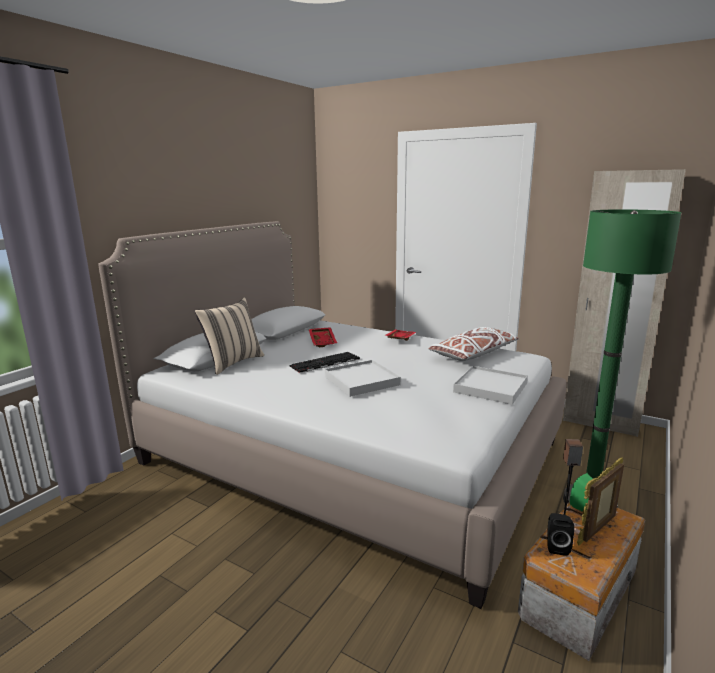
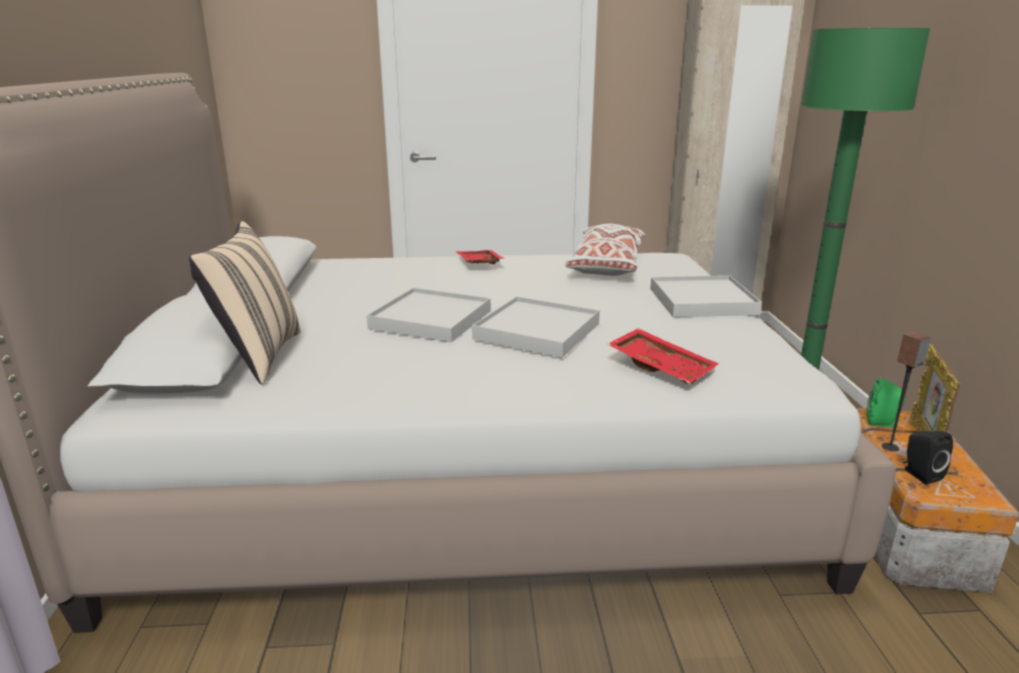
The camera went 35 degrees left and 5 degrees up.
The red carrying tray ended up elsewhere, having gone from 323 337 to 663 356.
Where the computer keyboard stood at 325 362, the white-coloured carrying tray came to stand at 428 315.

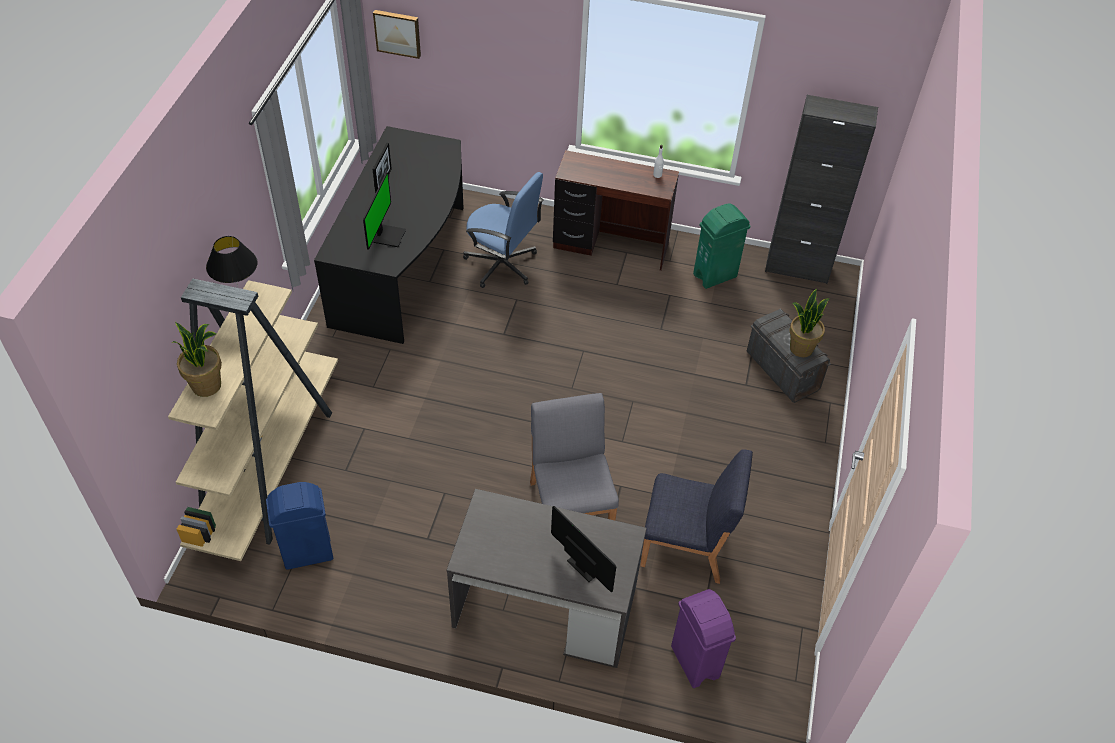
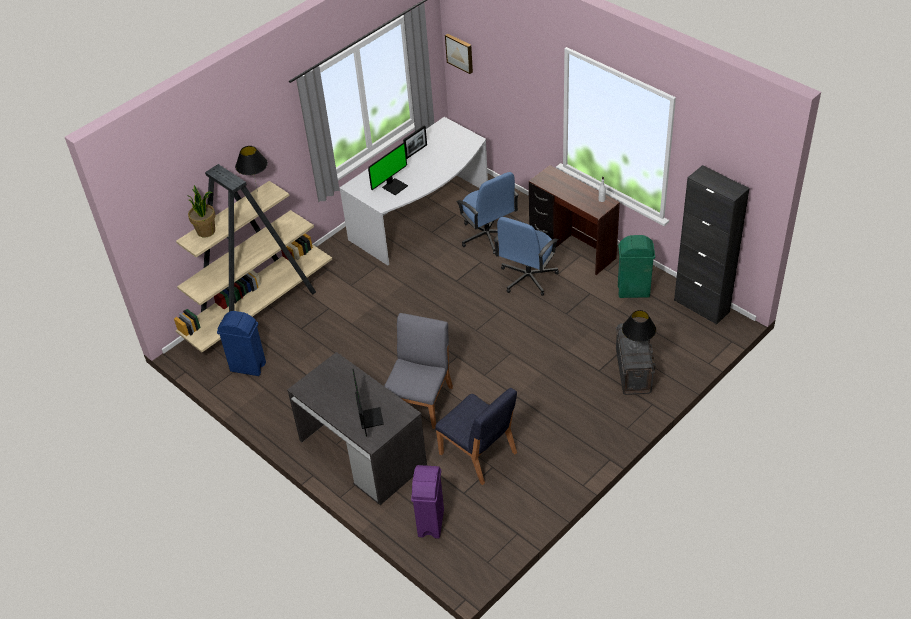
The camera went 35 degrees right and 5 degrees down.
The second view gained the blue-coloured desk chair at 526 256.
Where the houseplant stood at 810 323, the black table lamp came to stand at 639 331.
What was the black desk table at 389 235 turned into the white-coloured desk table at 414 191.

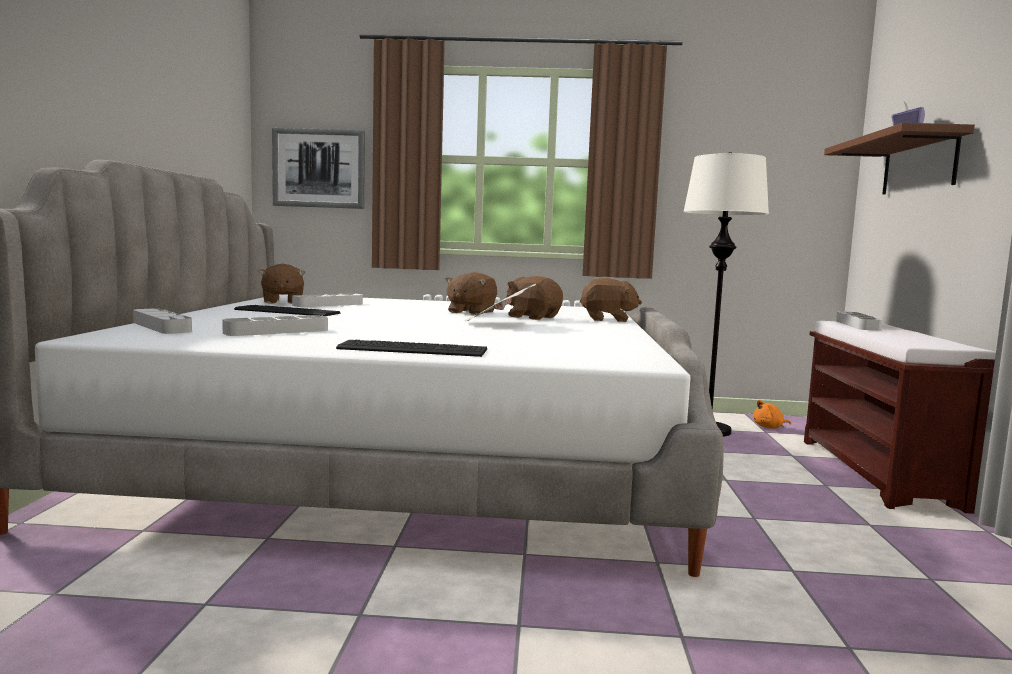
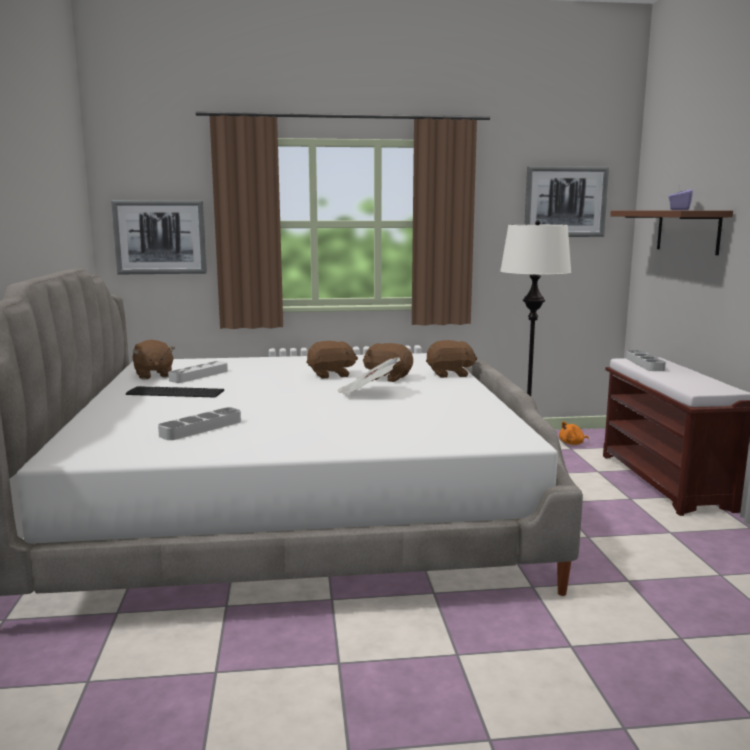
The camera went 10 degrees left and 5 degrees up.
The second view lost the greyish carrying tray at 162 321.
The second view lost the computer keyboard at 411 348.
The second view gained the picture at 566 201.
The brownish soft toy at 471 293 ended up facing another way, 120 degrees counterclockwise from before.

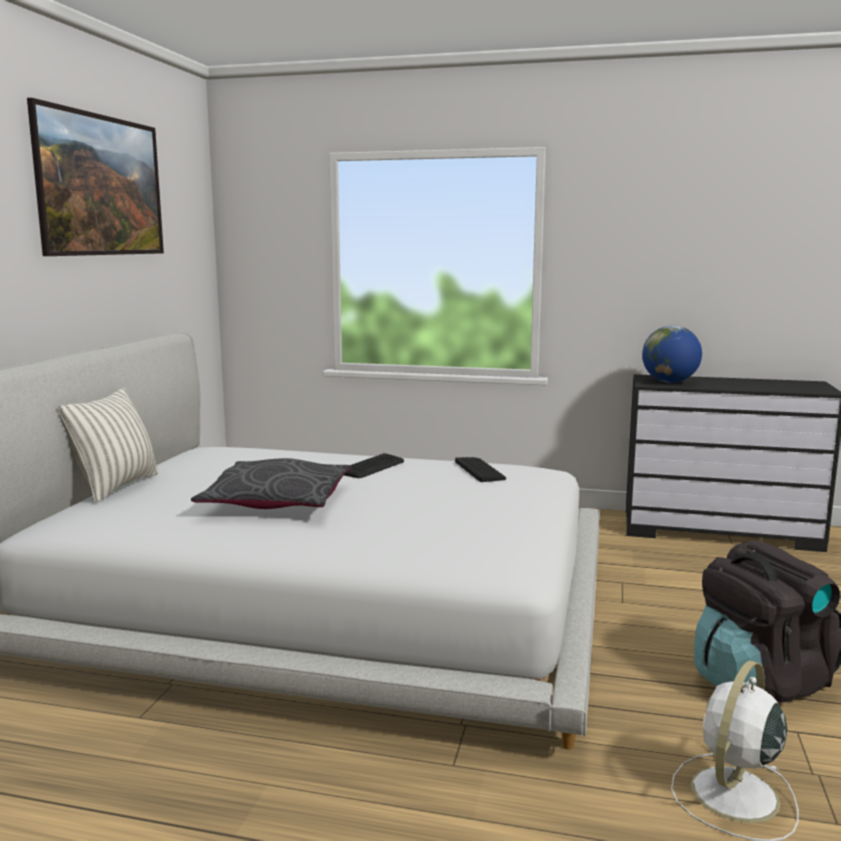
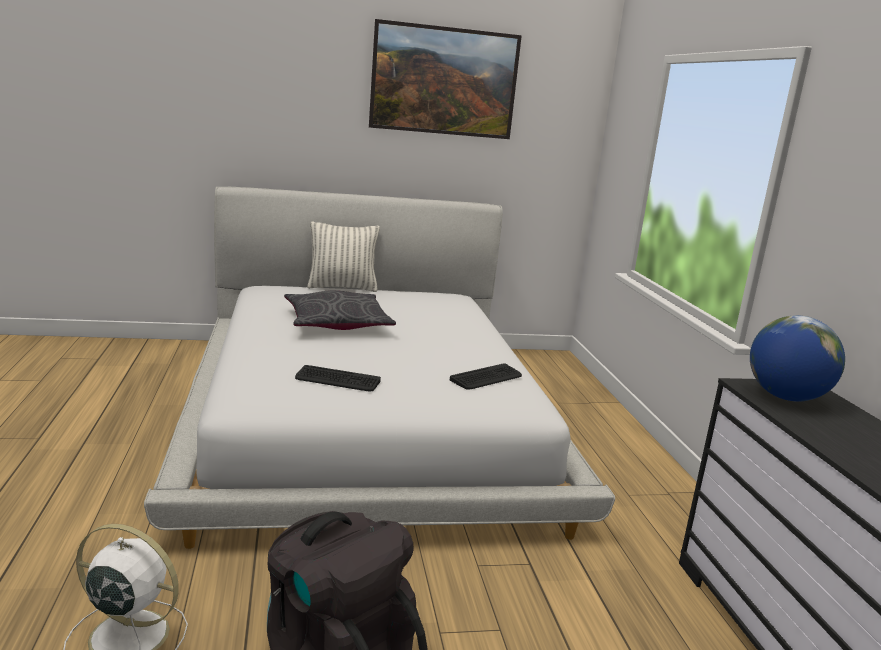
The camera went 65 degrees right and 5 degrees up.
The computer keyboard ended up elsewhere, having gone from 374 465 to 338 378.

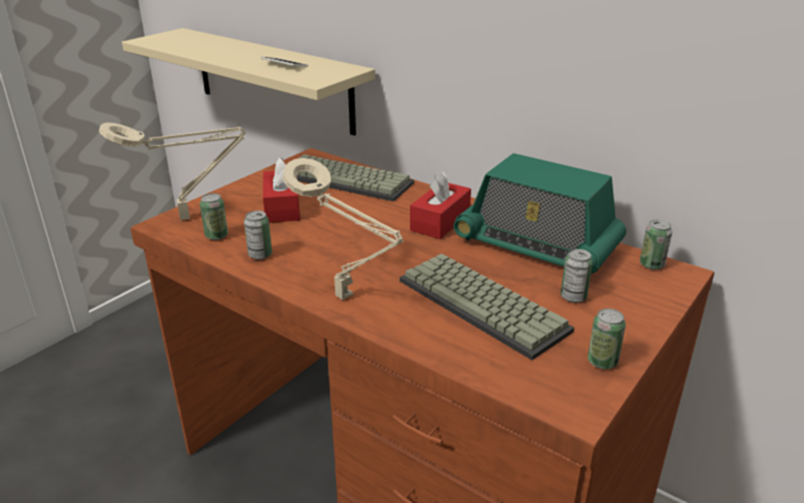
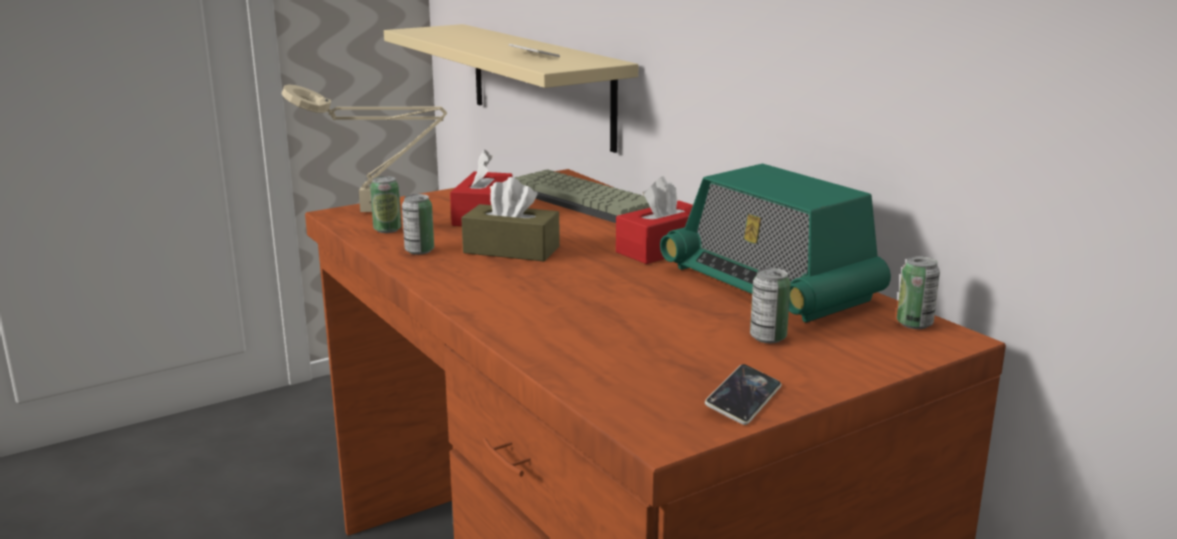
The camera went 20 degrees right and 10 degrees down.
The second view lost the sand-coloured table lamp at 343 229.
The second view lost the computer keyboard at 487 307.
The second view gained the brownish tissue box at 510 219.
Where the metal can stood at 607 338, the telephone came to stand at 743 394.

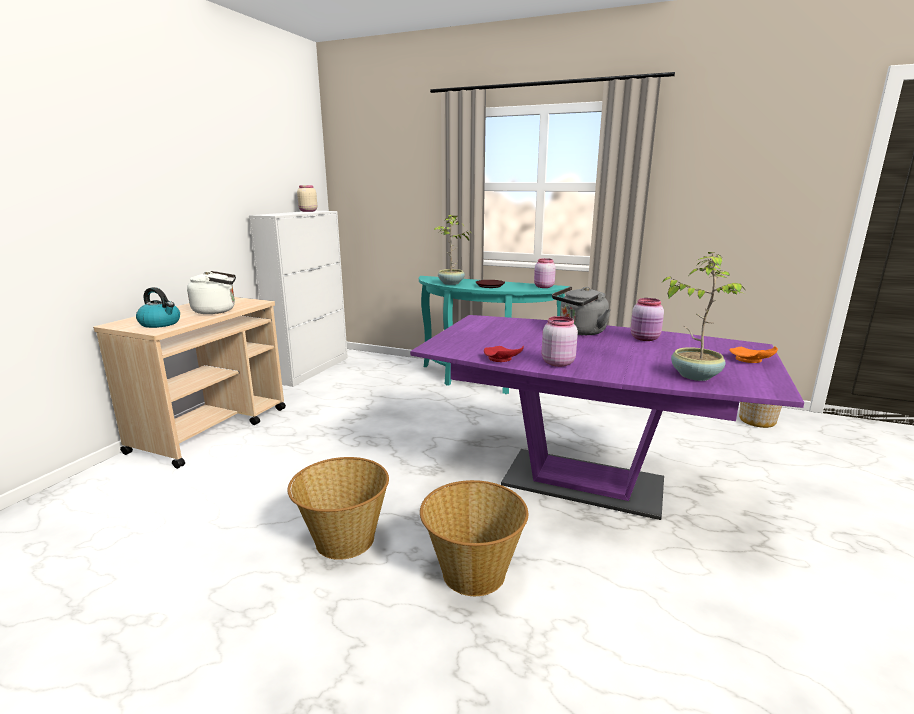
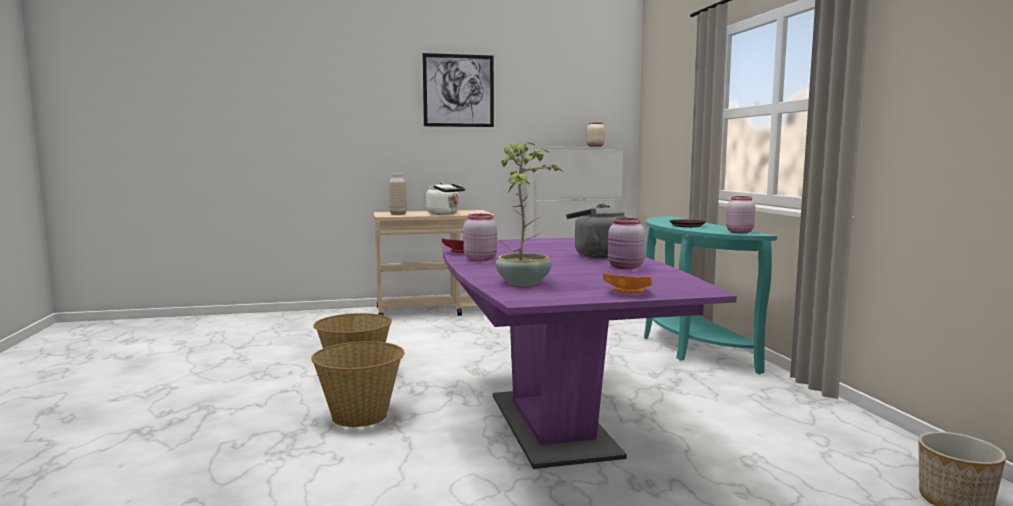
The camera went 55 degrees right and 10 degrees down.
The second view lost the houseplant at 453 249.
The second view gained the picture at 458 90.
Where the tea kettle stood at 158 307, the decorative vase came to stand at 398 194.

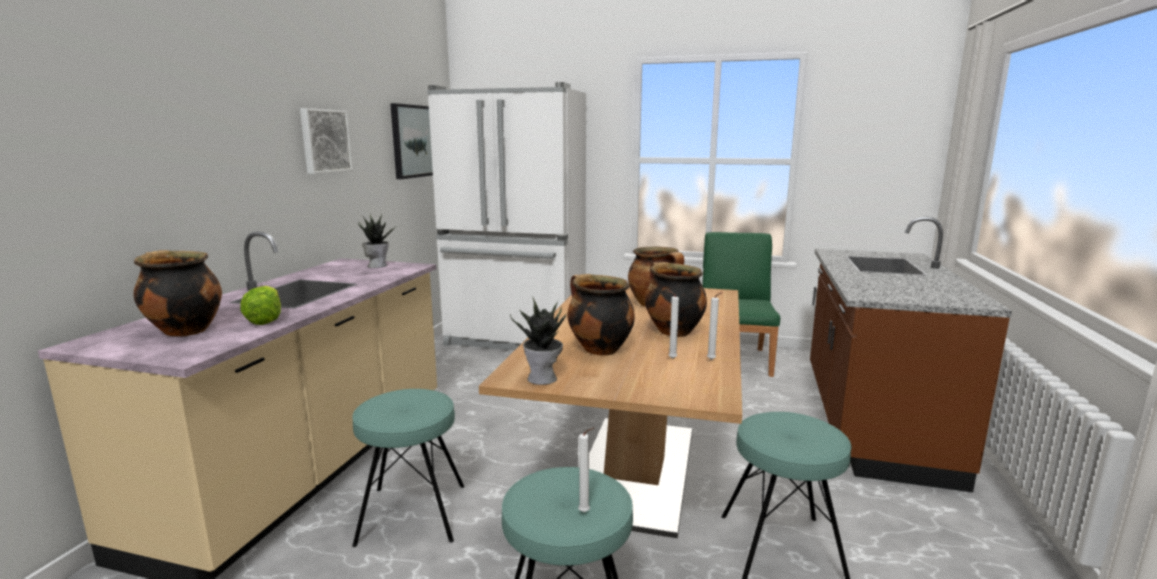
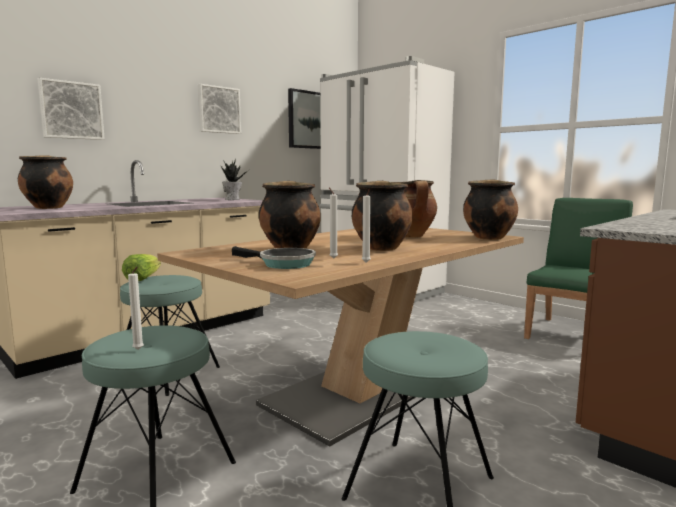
The camera went 30 degrees right and 5 degrees down.
The second view lost the houseplant at 538 340.
The second view gained the picture at 71 109.
The second view gained the frying pan at 274 257.
The second view gained the cooking pot at 490 209.
The head of lettuce ended up elsewhere, having gone from 260 305 to 141 267.

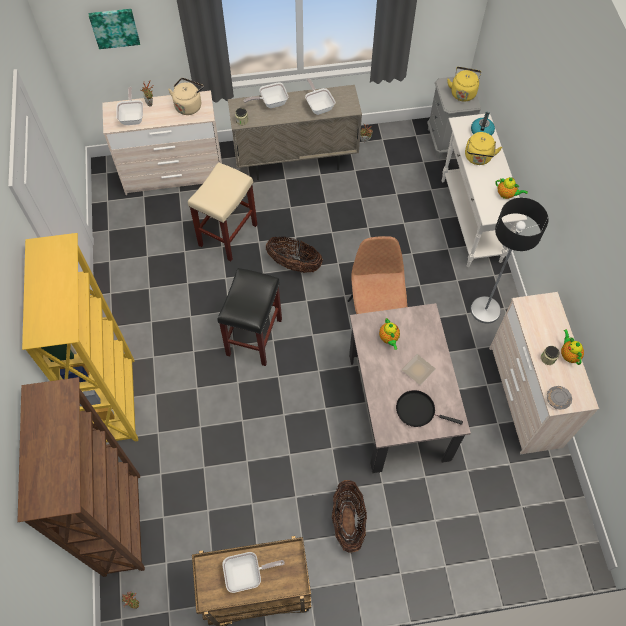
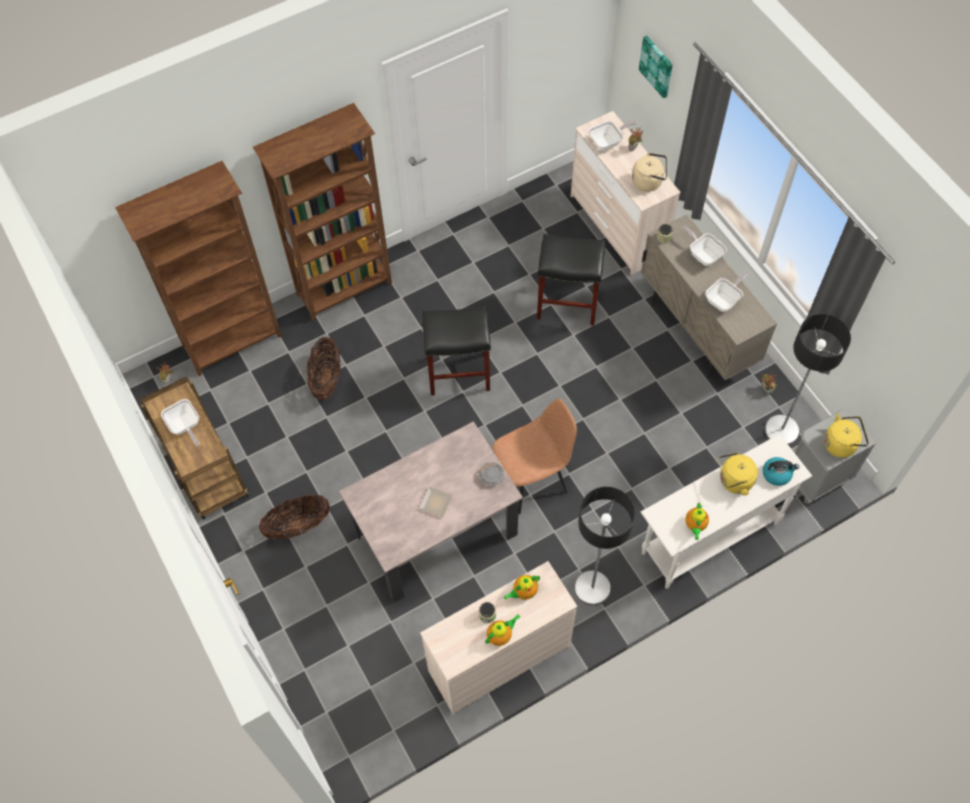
The camera went 70 degrees right and 0 degrees up.
The second view lost the black frying pan at 429 408.
The second view gained the standing lamp at 808 379.
The basket ended up elsewhere, having gone from 294 255 to 323 368.
The teapot ended up elsewhere, having gone from 389 334 to 522 587.
The greyish flat dish ended up elsewhere, having gone from 559 397 to 491 474.
What was the yellow-coloured bookcase at 80 337 turned into the brownish bookcase at 322 212.
What was the sand-coloured sitting stool at 222 211 turned into the black sitting stool at 571 280.

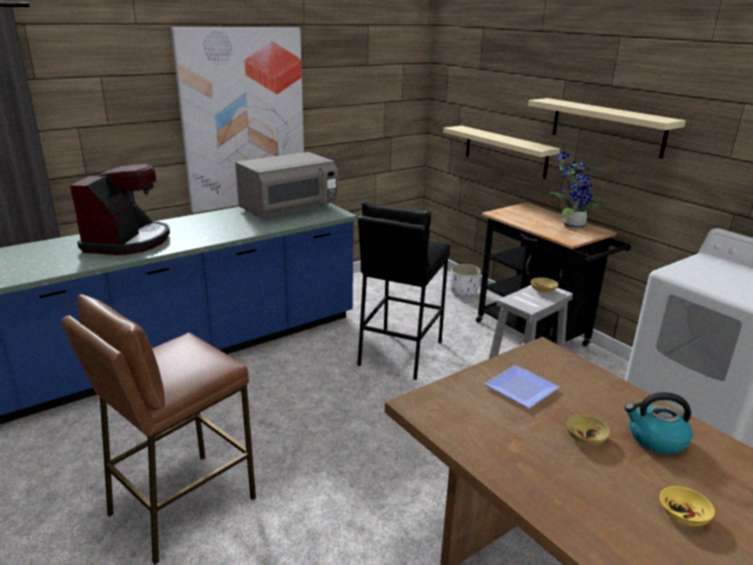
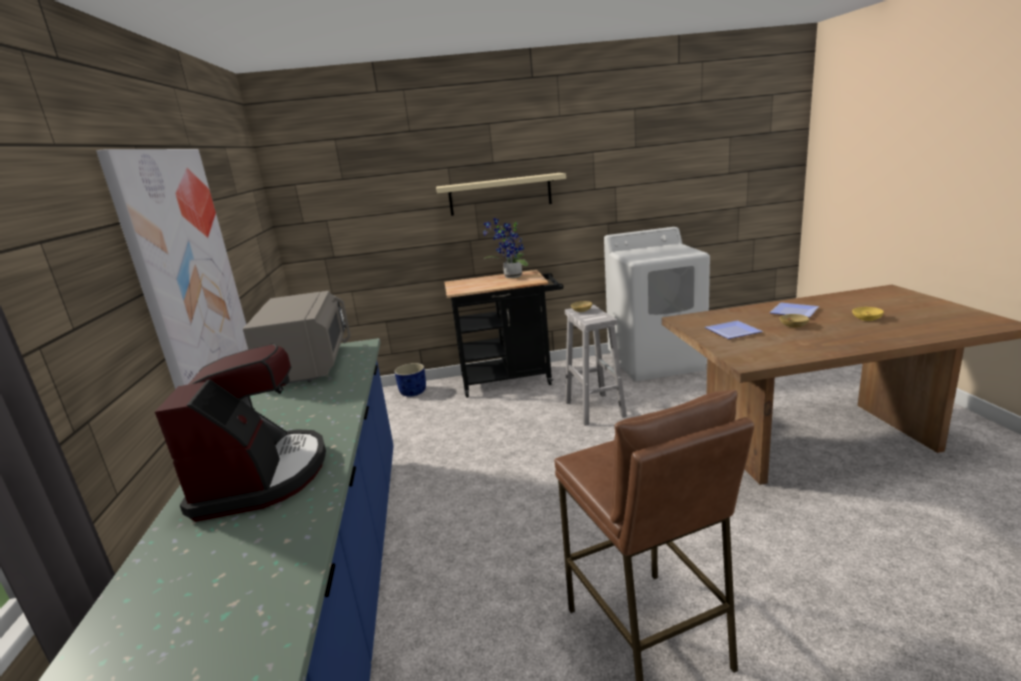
The camera went 60 degrees left and 5 degrees down.
The second view lost the black sitting stool at 403 291.
The second view lost the sand-coloured bracket shelf at 501 152.
Where the tea kettle stood at 659 423, the flat dish came to stand at 794 310.
What was the white-coloured flower pot at 465 280 turned into the blue-coloured flower pot at 410 380.
The coffee maker at 120 209 ended up facing another way, 45 degrees clockwise from before.

